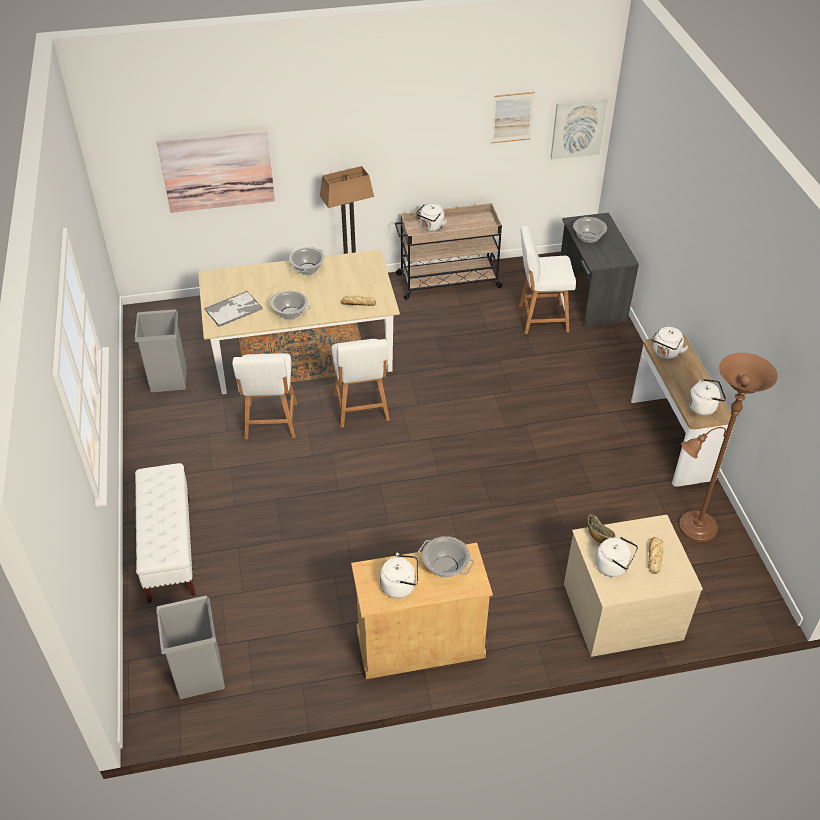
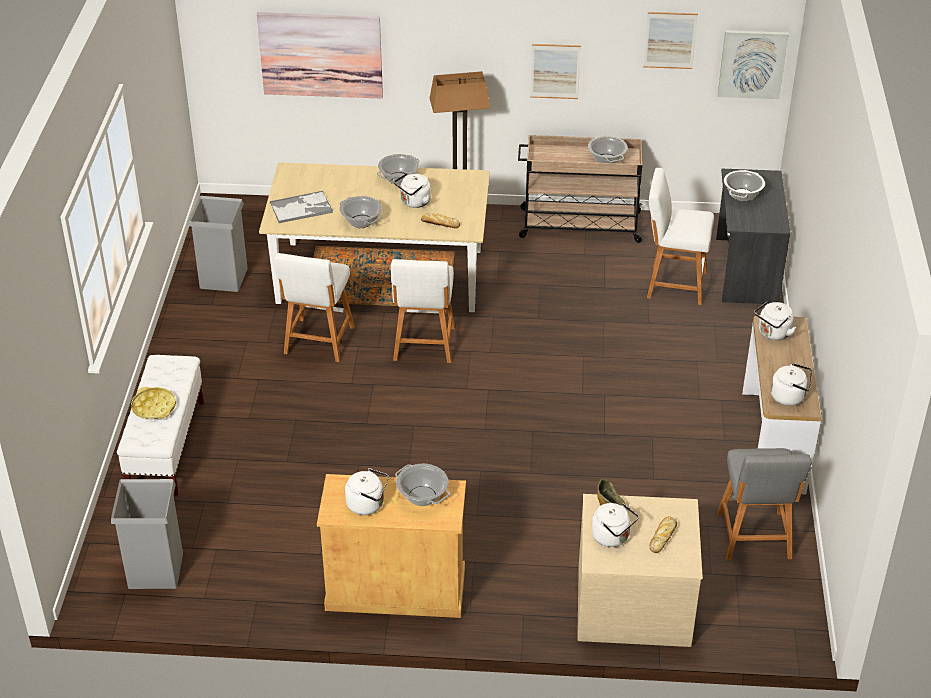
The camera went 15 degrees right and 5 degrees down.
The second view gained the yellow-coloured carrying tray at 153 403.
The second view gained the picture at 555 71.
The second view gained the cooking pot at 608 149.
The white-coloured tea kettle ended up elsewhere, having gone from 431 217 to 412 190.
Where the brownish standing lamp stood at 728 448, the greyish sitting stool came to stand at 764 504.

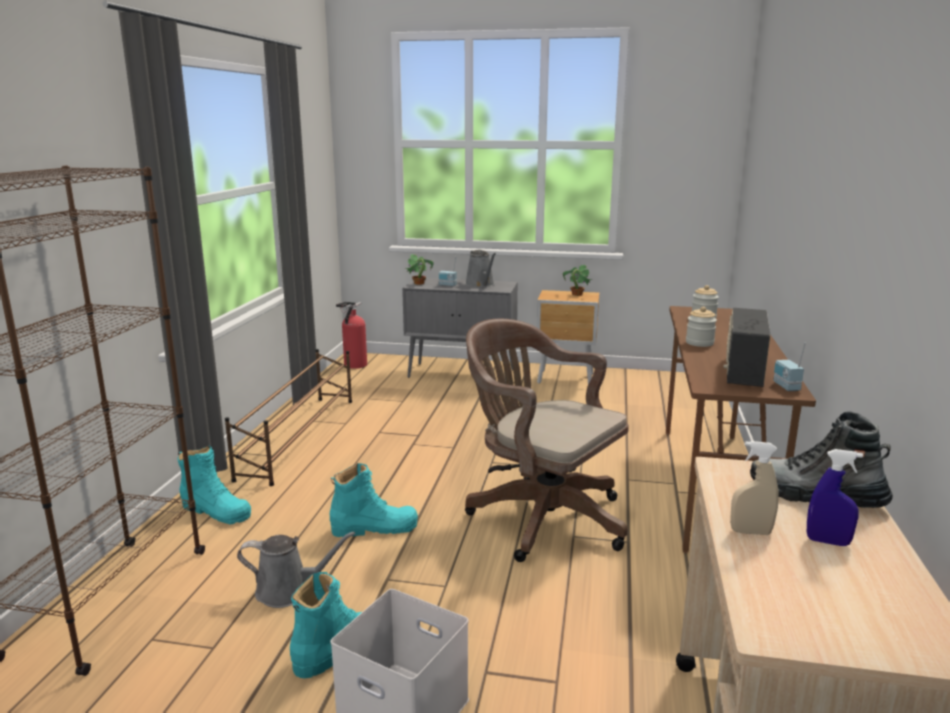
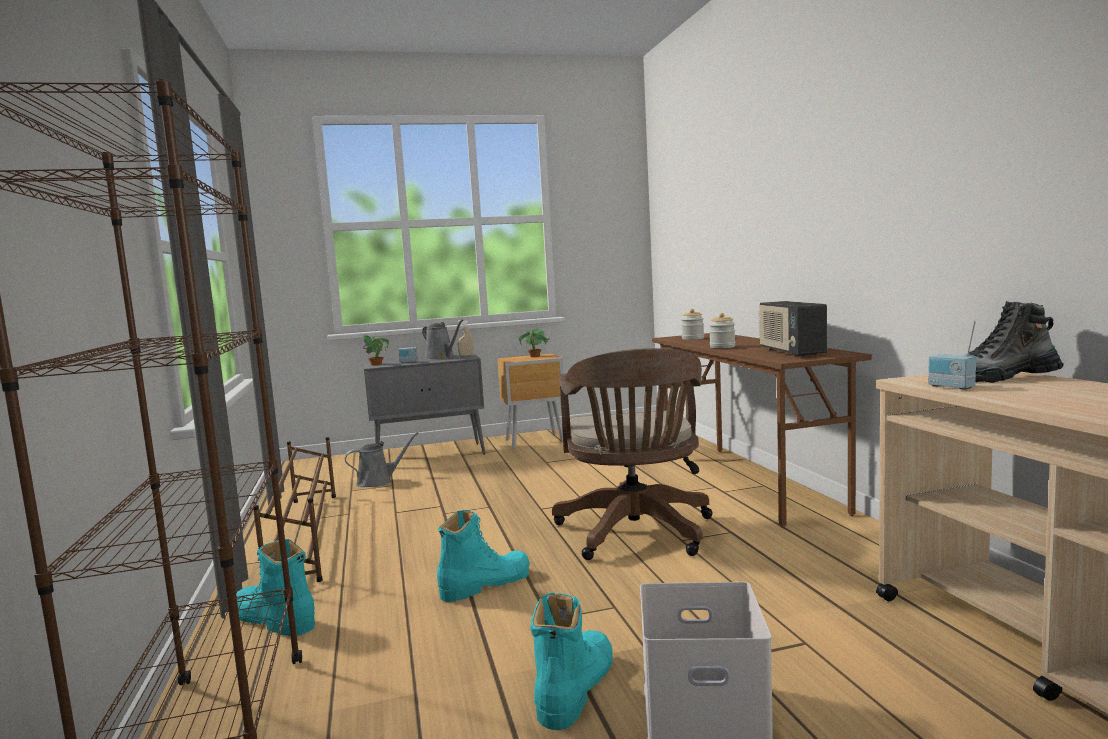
The camera went 25 degrees left and 10 degrees down.
The second view lost the fire-fighting cylinder at 351 335.
The second view lost the blue-coloured hand sprayer at 835 497.
The greyish watering can ended up elsewhere, having gone from 296 570 to 382 459.
The sand-coloured hand sprayer ended up elsewhere, having gone from 754 488 to 466 338.
The radio receiver ended up elsewhere, having gone from 789 366 to 952 355.
The turquoise tall boot at 214 485 ended up facing another way, 150 degrees counterclockwise from before.
The brownish desk chair at 547 440 ended up facing another way, 105 degrees counterclockwise from before.

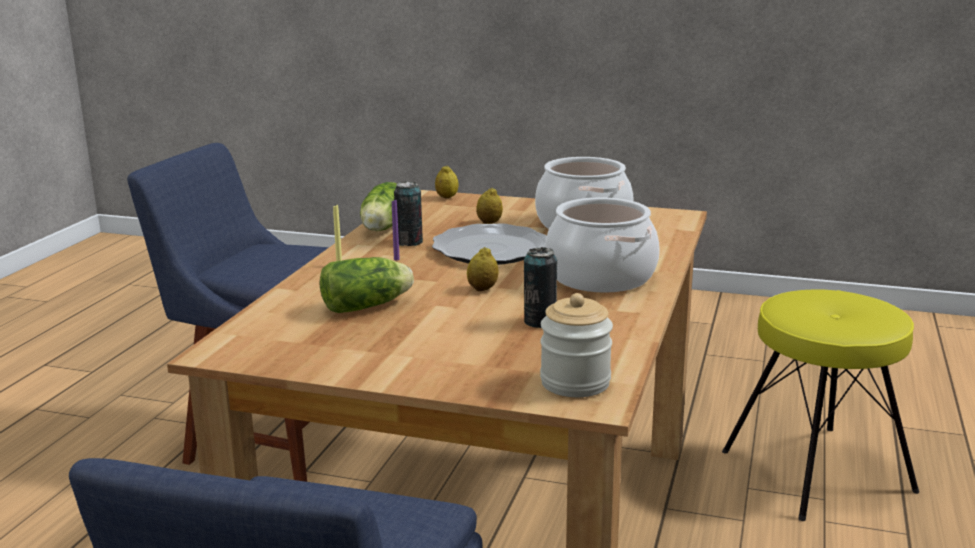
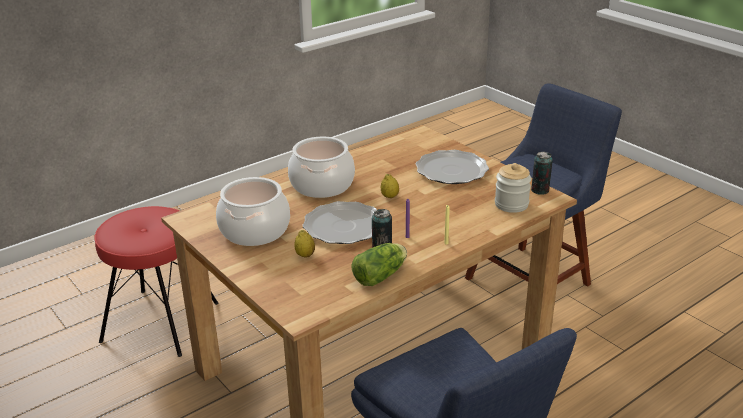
The camera went 145 degrees left and 10 degrees up.
The second view lost the head of lettuce at 367 285.
The second view lost the citrus fruit at 446 182.
The second view gained the flat dish at 452 167.
The metal can ended up elsewhere, having gone from 540 287 to 542 173.
The preserve jar ended up elsewhere, having gone from 576 345 to 513 188.
What was the yellow-coloured sitting stool at 820 405 turned into the red sitting stool at 156 281.

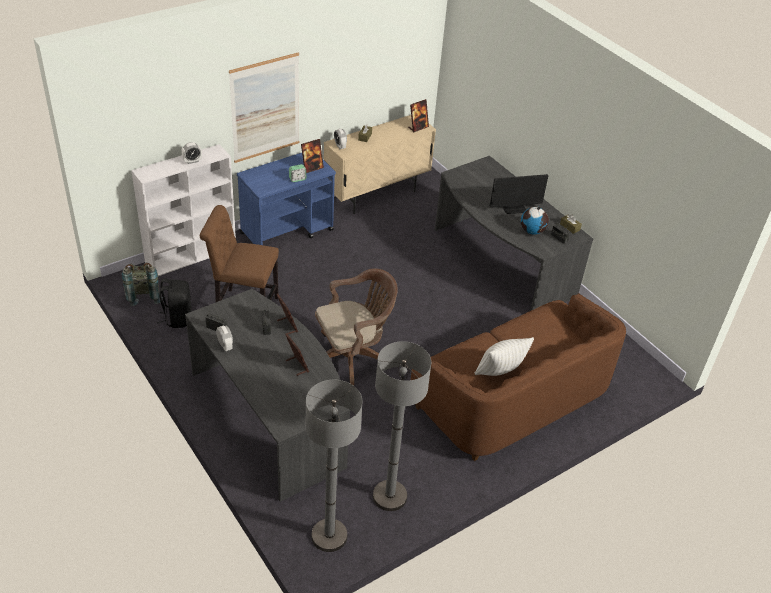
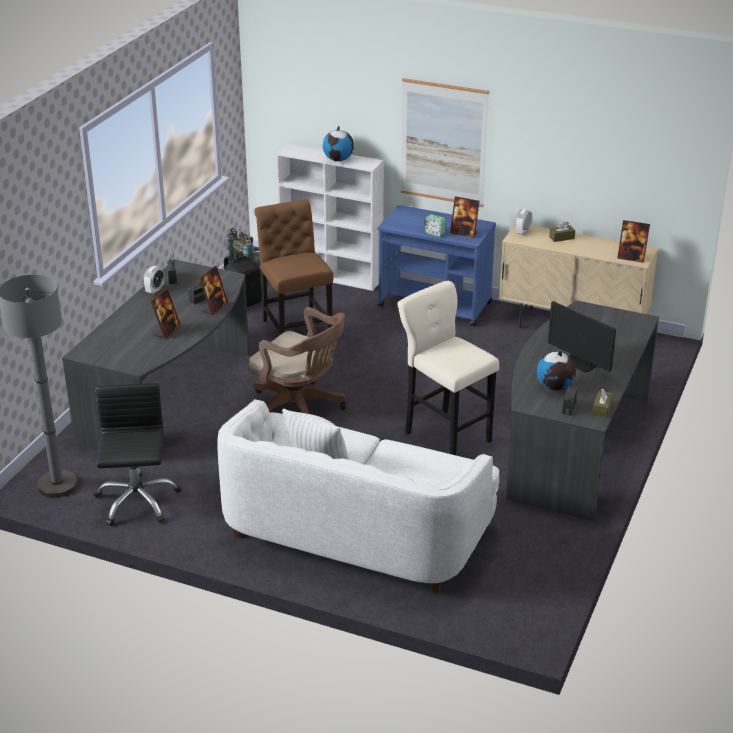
The camera went 60 degrees right and 10 degrees down.
The second view gained the sand-coloured sitting stool at 448 368.
Where the alarm clock stood at 191 153, the globe came to stand at 338 143.
Where the greyish standing lamp stood at 402 426, the black desk chair came to stand at 137 454.
What was the brownish sofa at 518 377 turned into the white-coloured sofa at 358 496.

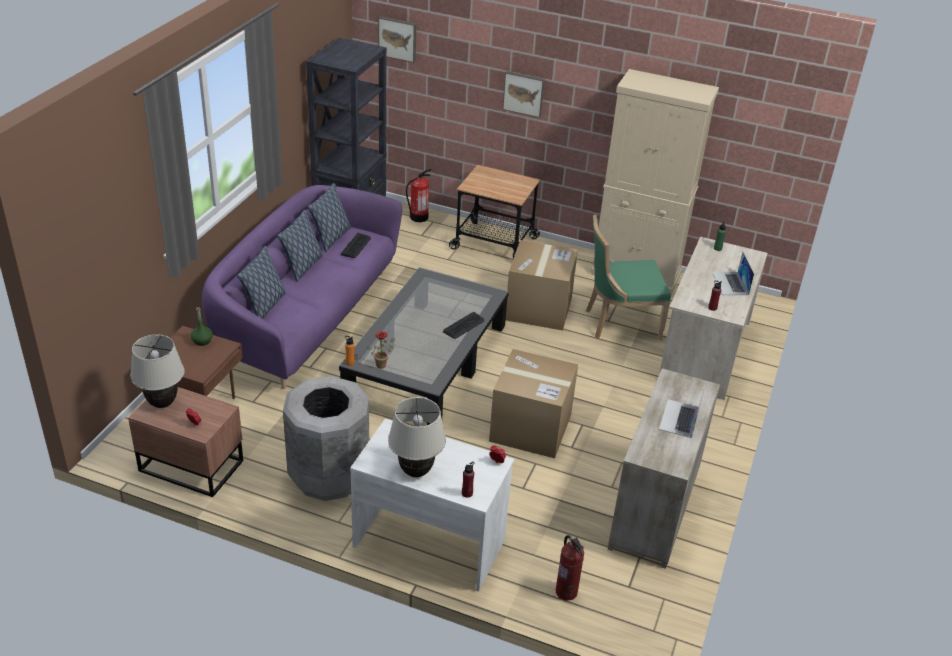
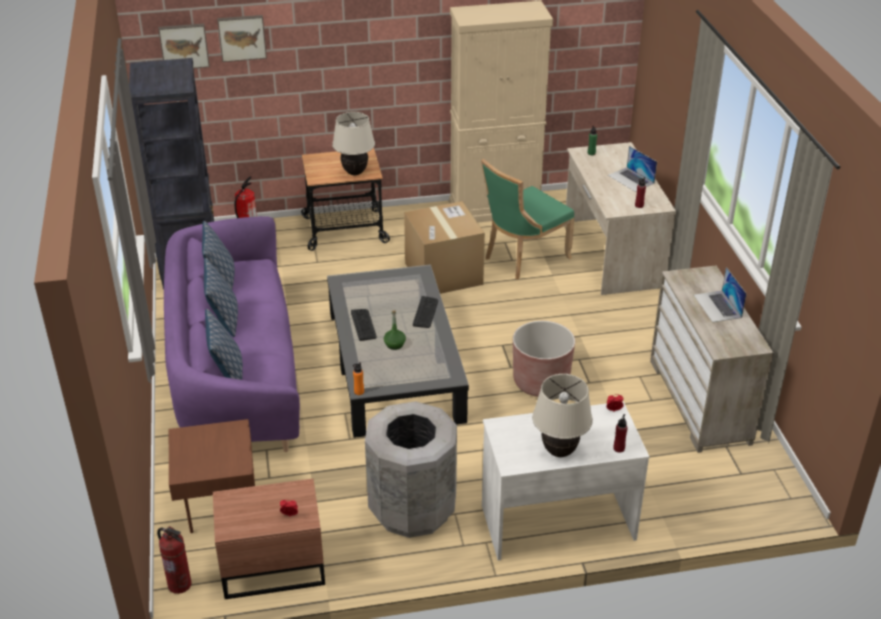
The camera went 30 degrees left and 0 degrees up.
The second view lost the houseplant at 380 350.
The sand-coloured table lamp ended up elsewhere, having gone from 157 371 to 353 143.
The green drink bottle ended up elsewhere, having gone from 202 326 to 395 330.
The computer keyboard ended up elsewhere, having gone from 356 245 to 364 325.
The picture ended up elsewhere, having gone from 523 94 to 242 38.
The fire-fighting cylinder ended up elsewhere, having gone from 570 568 to 174 560.
Where the packing box stood at 533 403, the brownish flower pot came to stand at 544 359.

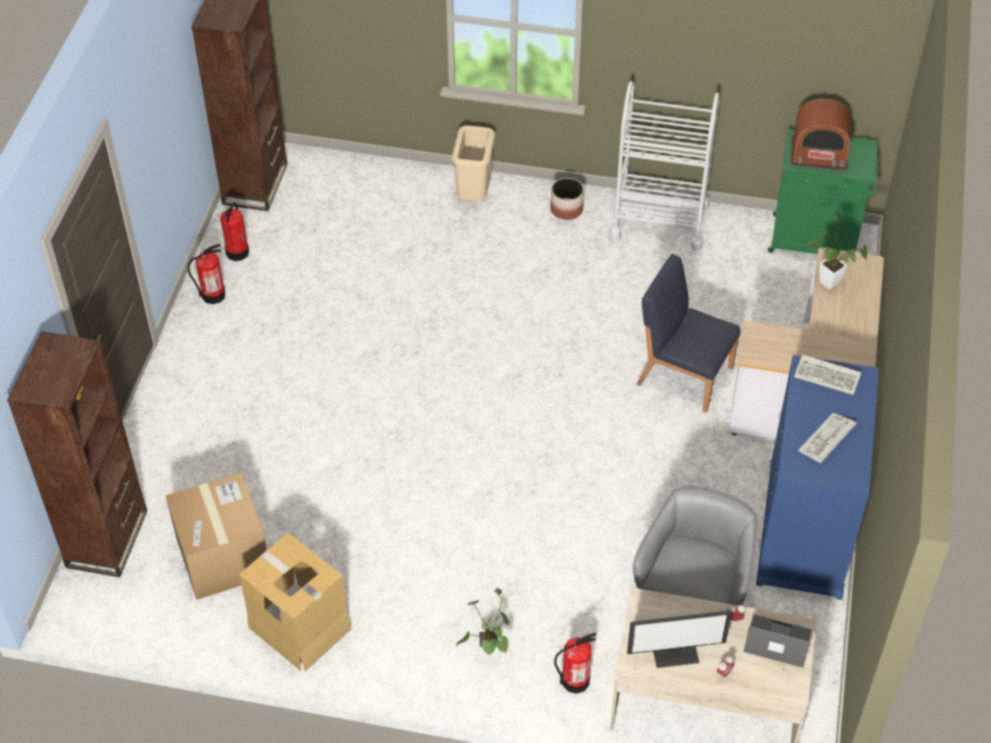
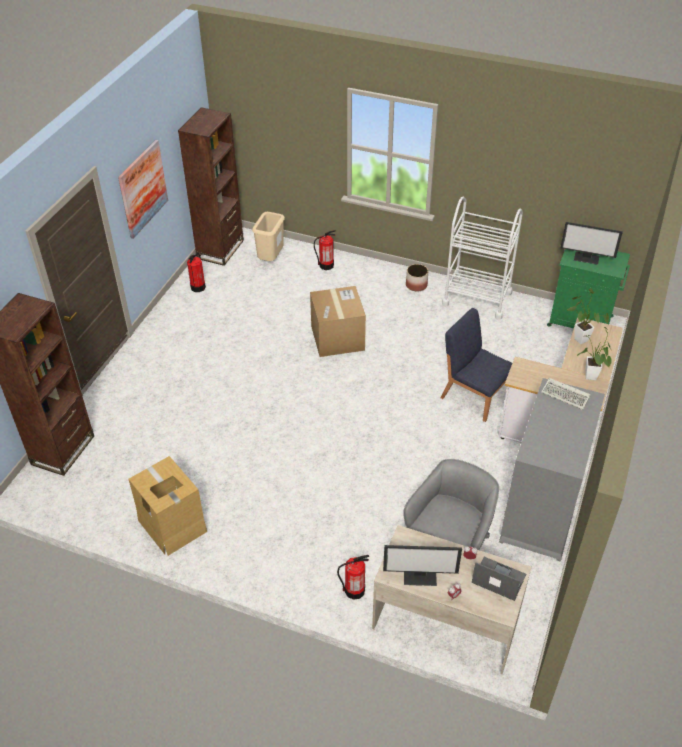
The camera went 10 degrees right and 5 degrees down.
The second view lost the computer keyboard at 827 437.
The second view gained the picture at 143 189.
The packing box ended up elsewhere, having gone from 216 536 to 338 321.
The fire-fighting cylinder ended up elsewhere, having gone from 206 274 to 325 250.
The sand-coloured trash can ended up elsewhere, having gone from 473 163 to 268 236.
The houseplant ended up elsewhere, having gone from 483 624 to 594 353.
Where the radio receiver stood at 820 134, the computer screen came to stand at 591 243.
What was the blue-coloured drawer chest at 817 477 turned into the greyish drawer chest at 552 470.

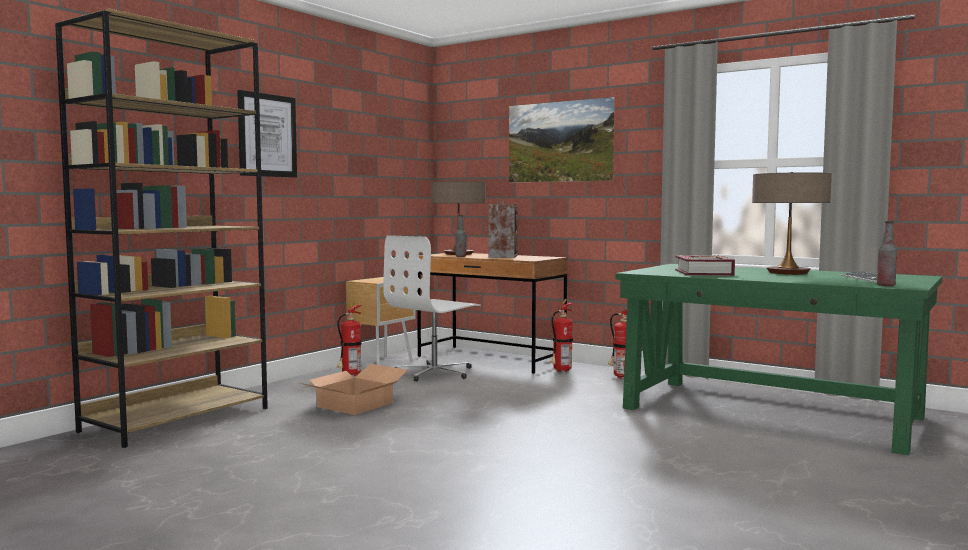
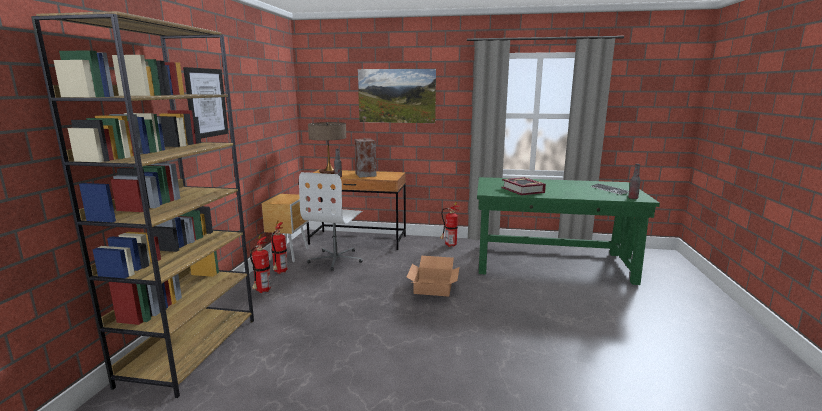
The camera went 25 degrees left and 10 degrees up.
The second view lost the table lamp at 792 223.
The packing box ended up elsewhere, having gone from 352 389 to 433 276.
The fire-fighting cylinder ended up elsewhere, having gone from 561 335 to 260 263.

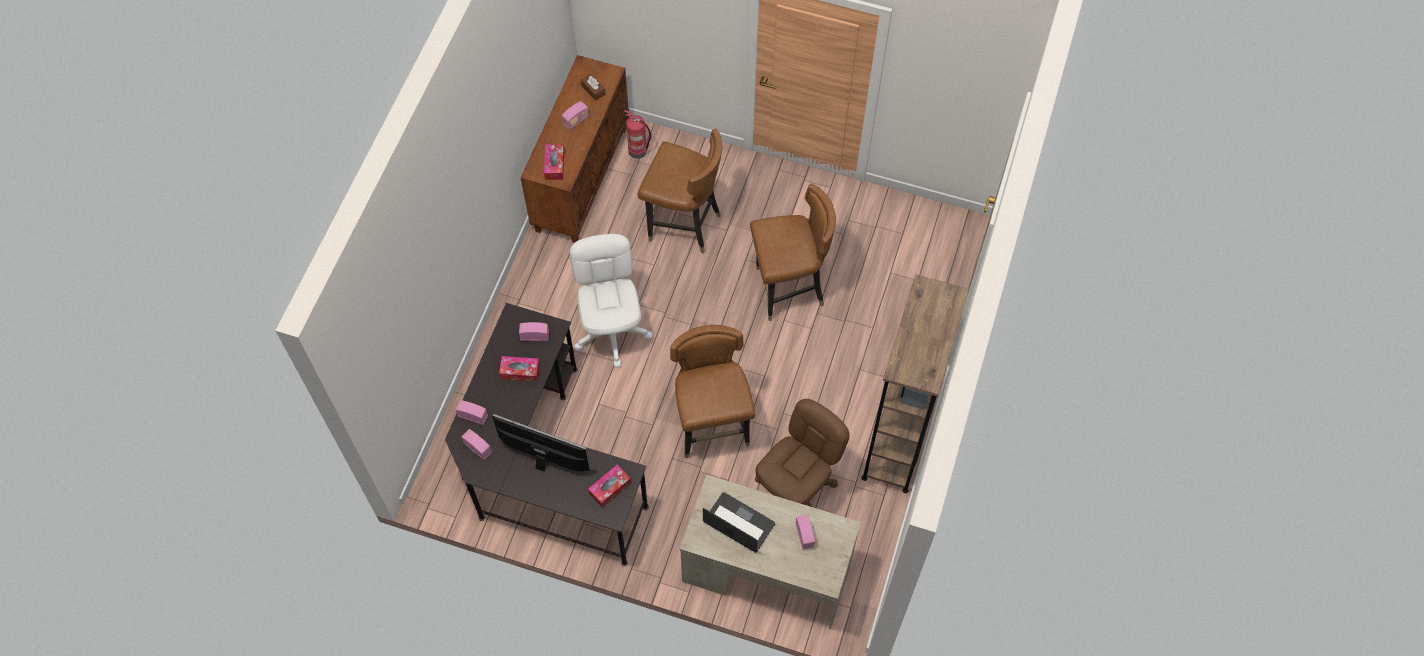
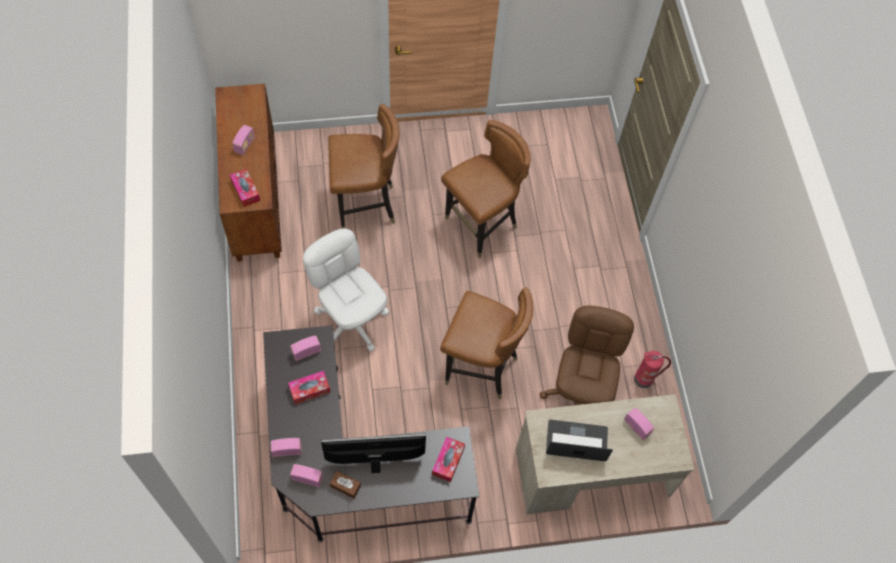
The camera went 30 degrees left and 0 degrees up.
The second view lost the brownish bookcase at 915 383.
The brownish tissue box ended up elsewhere, having gone from 593 87 to 345 484.
The fire-fighting cylinder ended up elsewhere, having gone from 637 134 to 652 369.
The brownish upright chair at 712 391 ended up facing another way, 150 degrees clockwise from before.

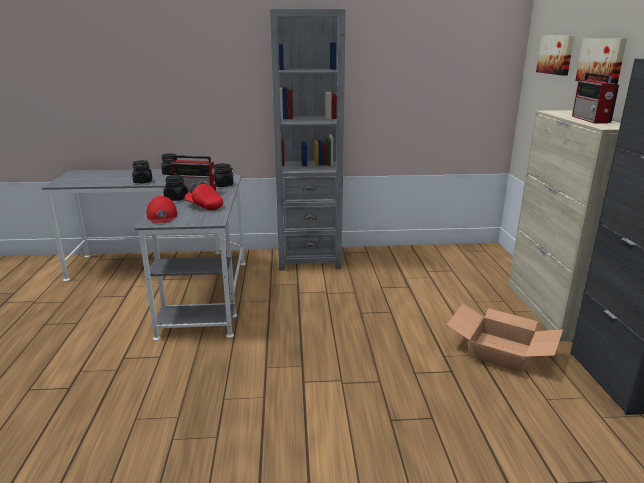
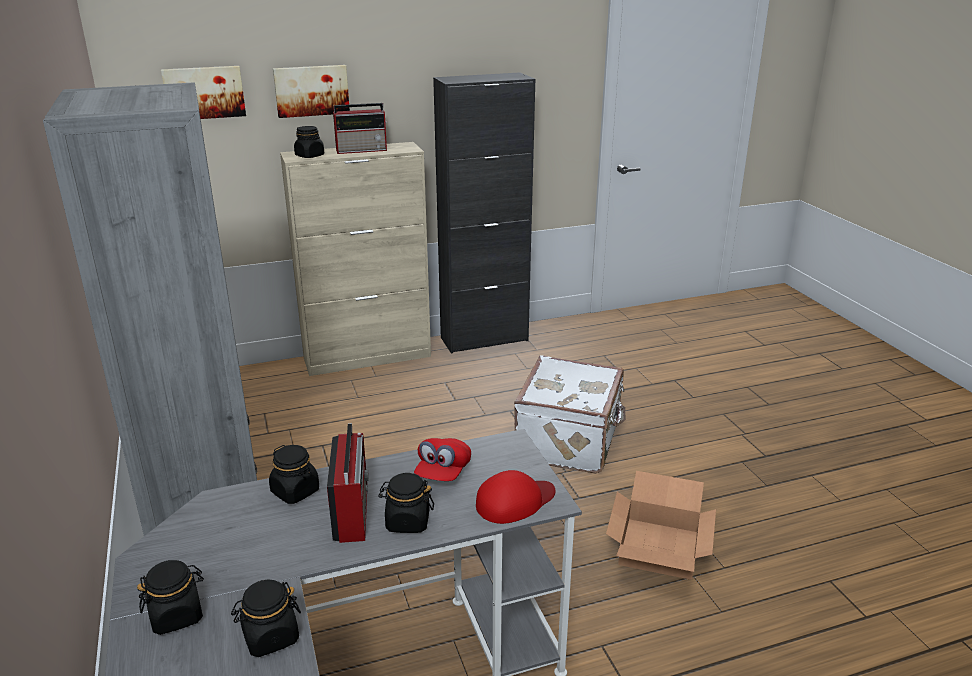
The camera went 105 degrees left and 5 degrees up.
The second view gained the black preserve jar at 309 142.
The second view gained the white-coloured piece of luggage at 569 414.
The packing box ended up elsewhere, having gone from 505 338 to 661 525.

